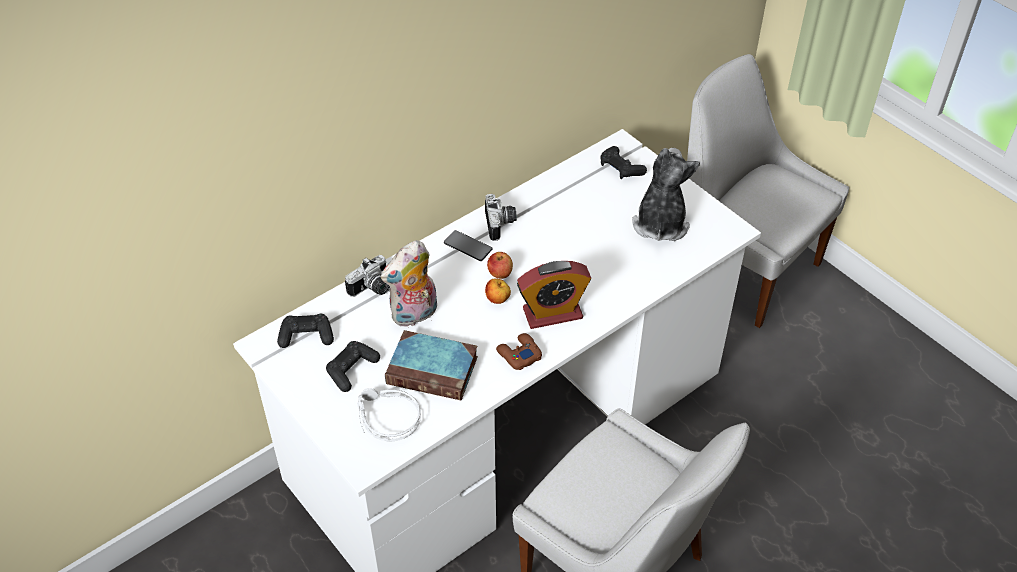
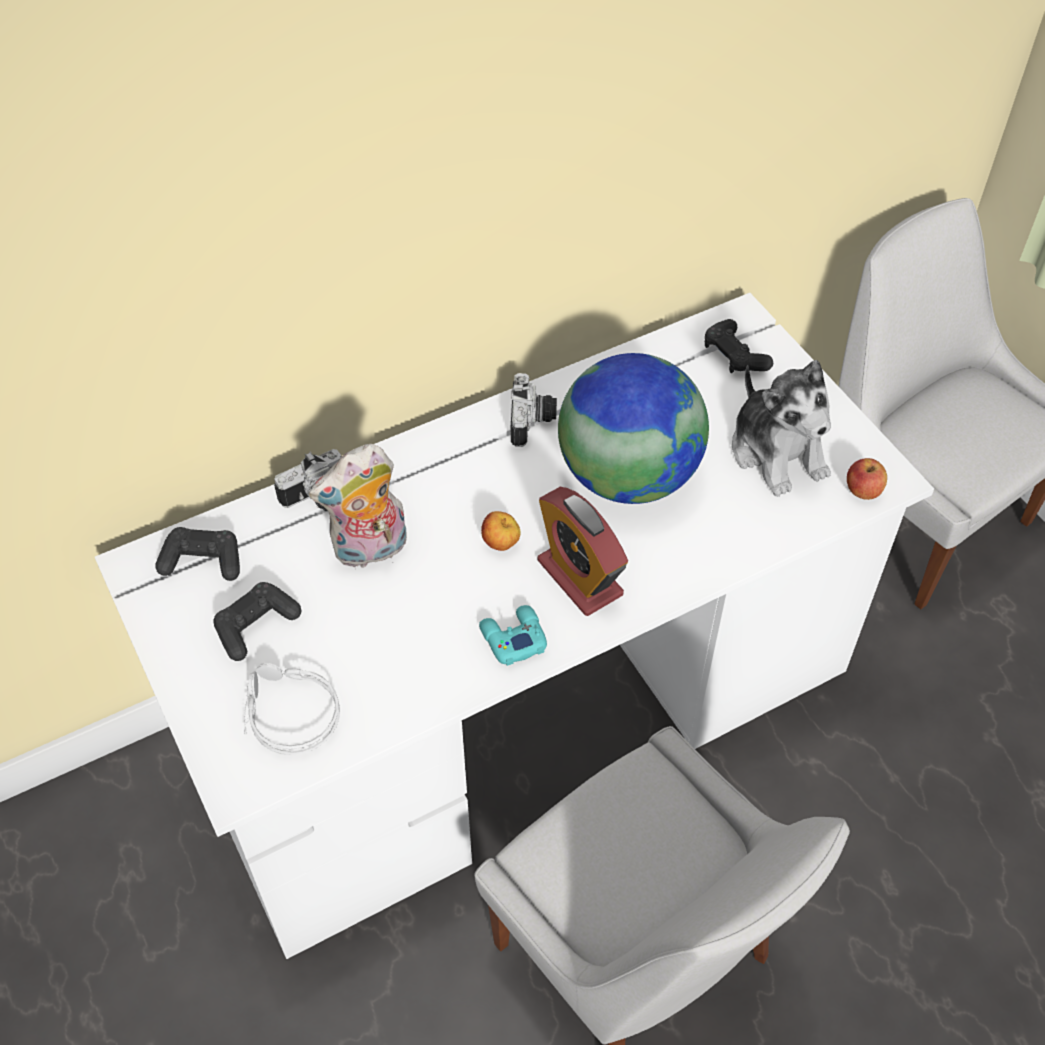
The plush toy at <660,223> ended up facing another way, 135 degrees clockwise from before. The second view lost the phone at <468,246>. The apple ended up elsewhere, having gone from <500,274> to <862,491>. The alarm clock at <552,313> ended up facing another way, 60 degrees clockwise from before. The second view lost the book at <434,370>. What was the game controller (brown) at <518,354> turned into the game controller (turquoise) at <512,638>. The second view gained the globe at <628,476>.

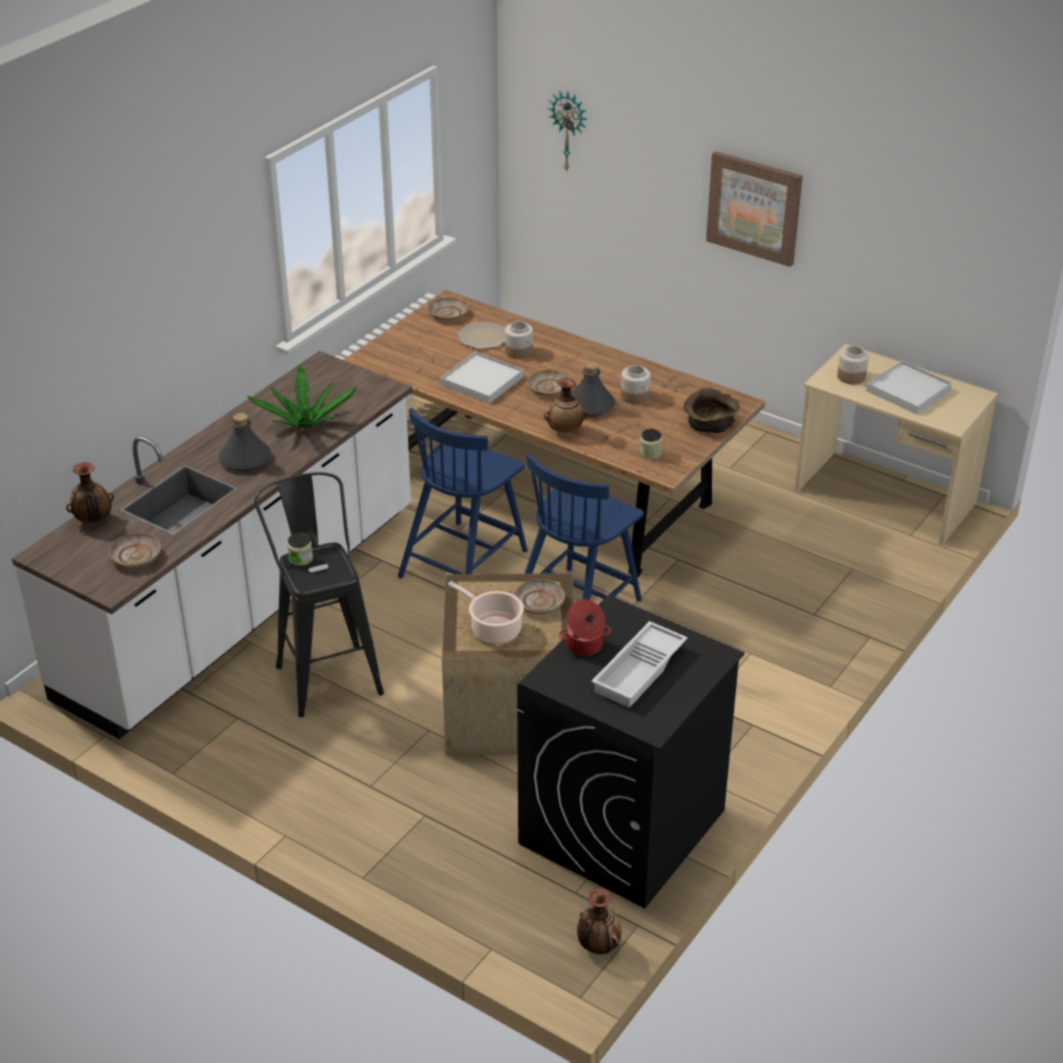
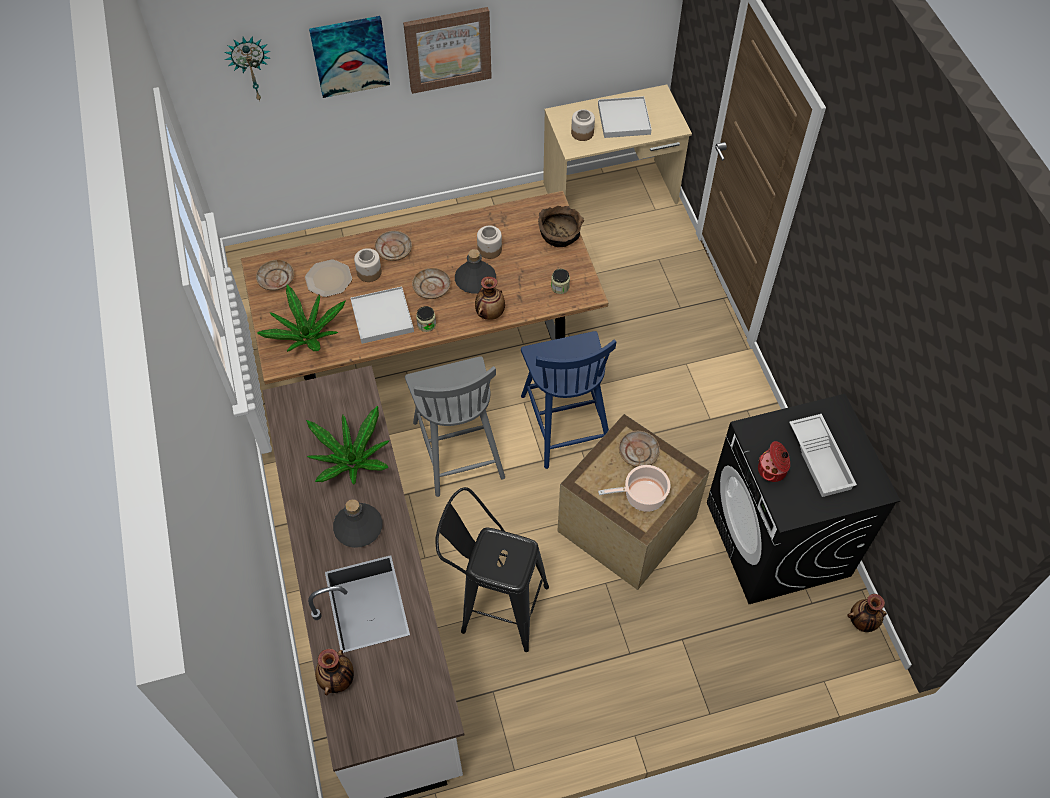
What was the chair (blue) at <464,562> turned into the chair (grey) at <458,447>. The plate (beige) ended up elsewhere, having gone from <136,557> to <394,249>. The jar ended up elsewhere, having gone from <301,559> to <426,324>. The second view gained the picture at <350,55>. The second view gained the potted plant at <307,336>.

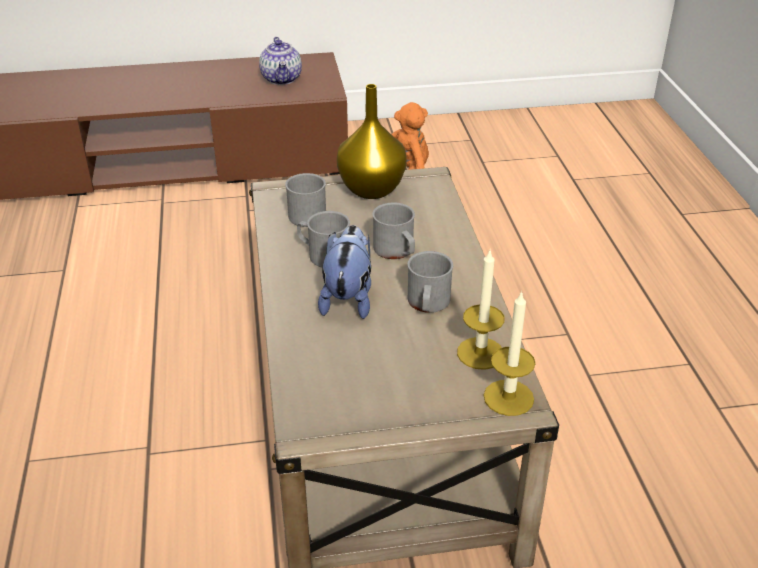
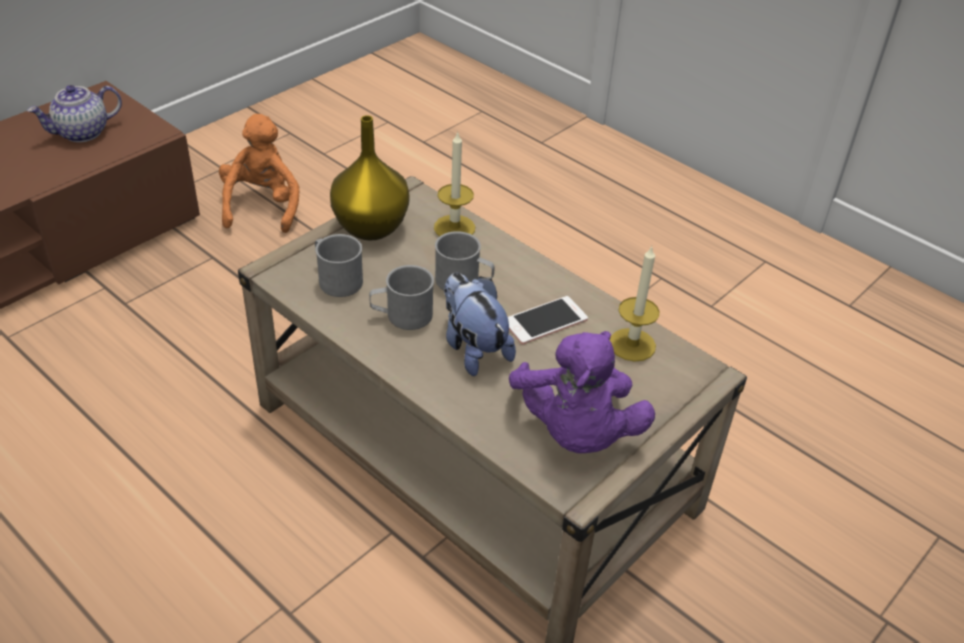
The teapot at <282,79> ended up facing another way, 105 degrees clockwise from before. Where the mug (grey) stood at <428,304>, the phone came to stand at <545,321>. The candle ended up elsewhere, having gone from <508,397> to <454,228>. The second view gained the plush toy (purple) at <575,432>.

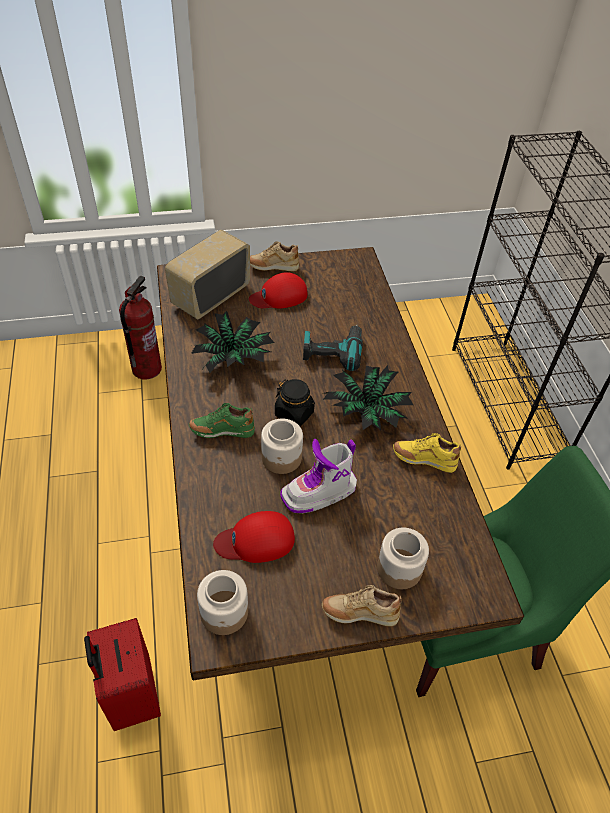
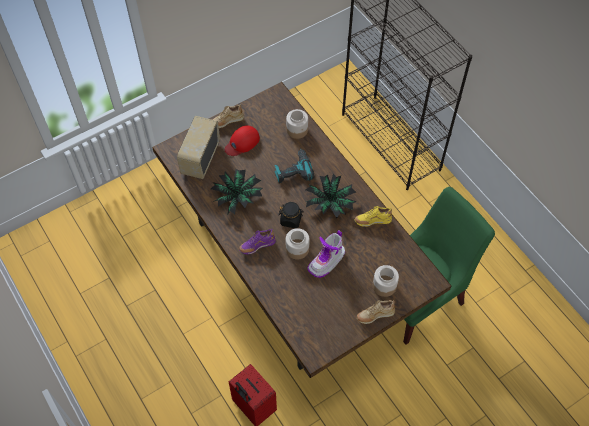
The second view lost the fire extinguisher at <146,369>. What was the shoe (green) at <222,431> turned into the shoe (purple) at <257,246>. The second view lost the cap (red) at <256,540>. The jar ended up elsewhere, having gone from <224,613> to <297,130>.

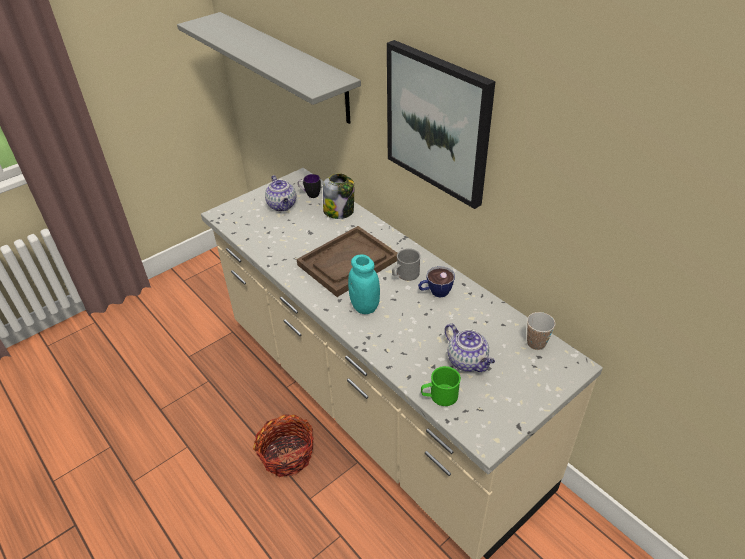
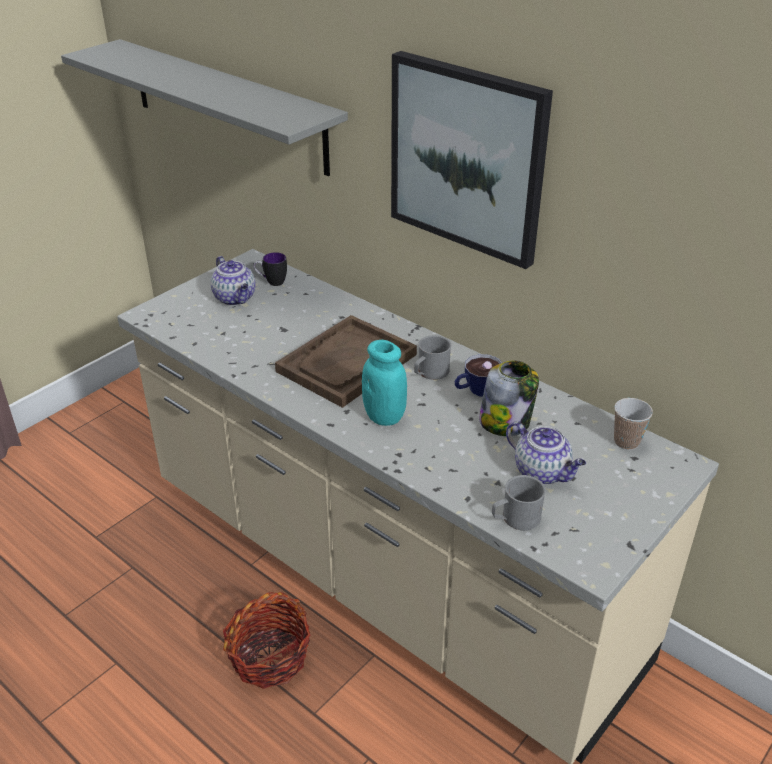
The jar ended up elsewhere, having gone from <339,211> to <505,422>. What was the mug (green) at <439,396> turned into the mug (grey) at <515,518>.

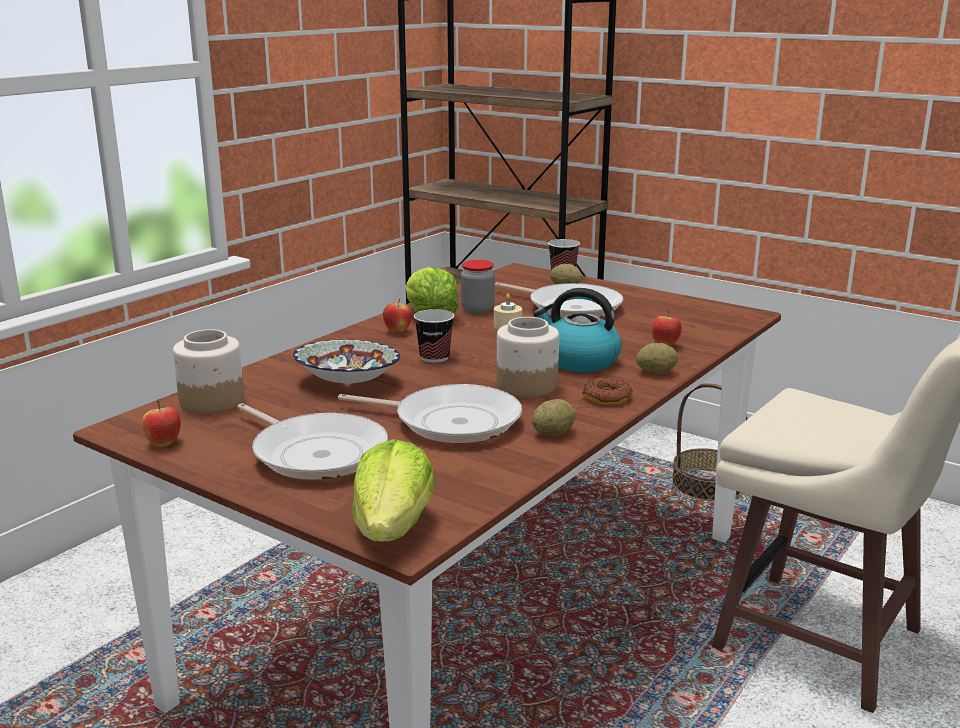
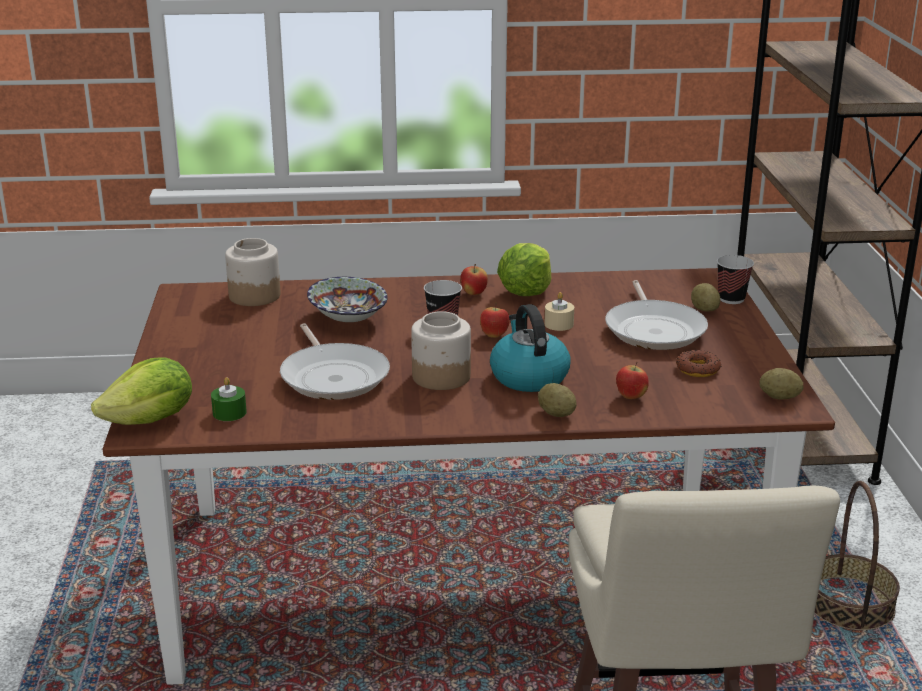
The second view lost the jar at <477,310>. The donut ended up elsewhere, having gone from <607,397> to <697,369>. The potato ended up elsewhere, having gone from <553,433> to <779,397>. The apple ended up elsewhere, having gone from <164,444> to <494,335>. The second view lost the frying pan at <316,453>. The second view gained the candle (green) at <229,413>.

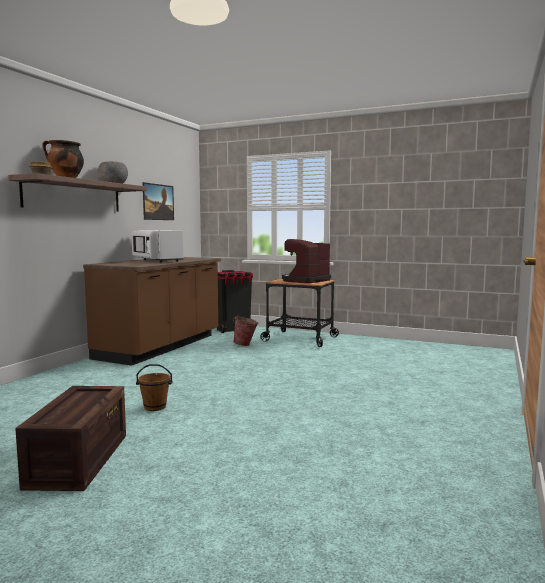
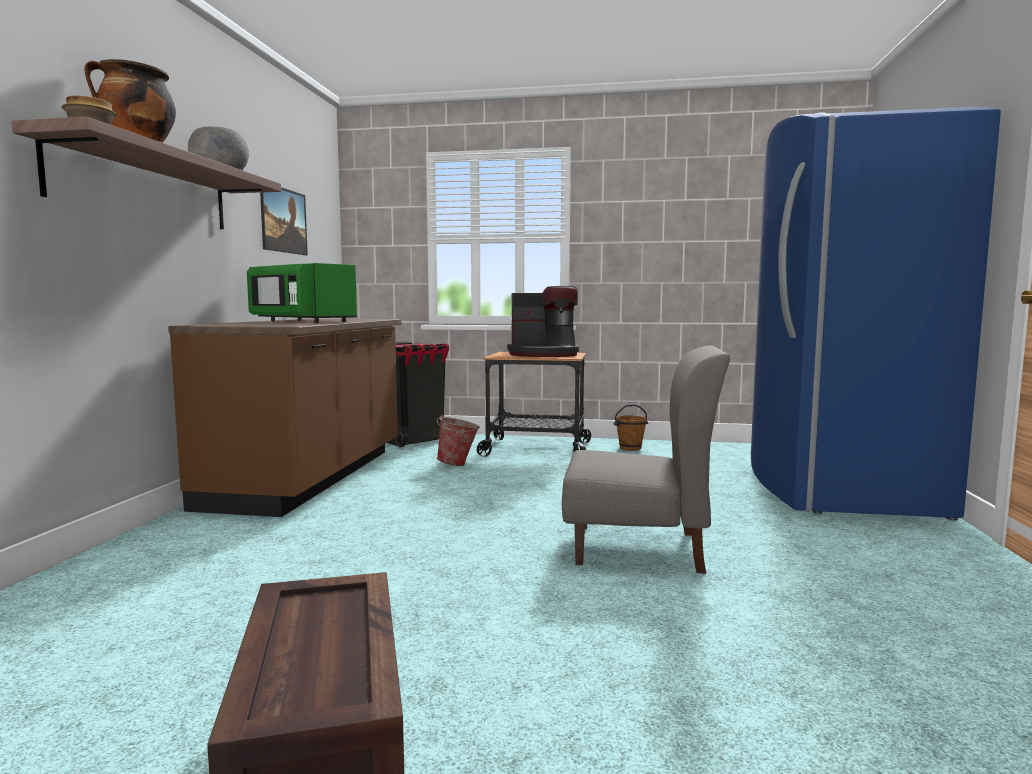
What was the microwave (white) at <157,260> turned into the microwave (green) at <301,321>. The coffee machine at <305,281> ended up facing another way, 120 degrees counterclockwise from before. The bucket (brown) ended up elsewhere, having gone from <155,407> to <630,448>. The second view gained the fridge (blue) at <836,487>. The second view gained the chair (grey) at <638,548>.

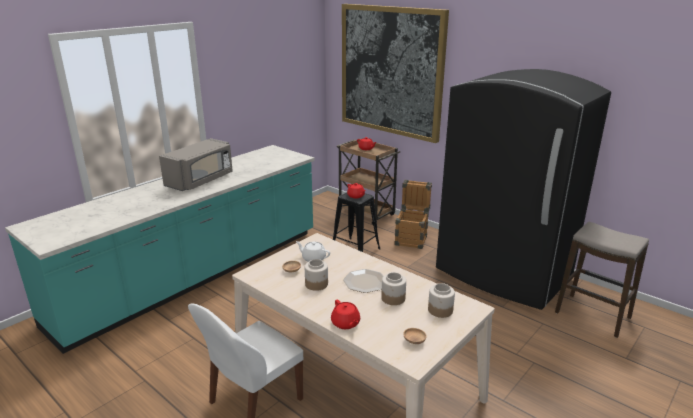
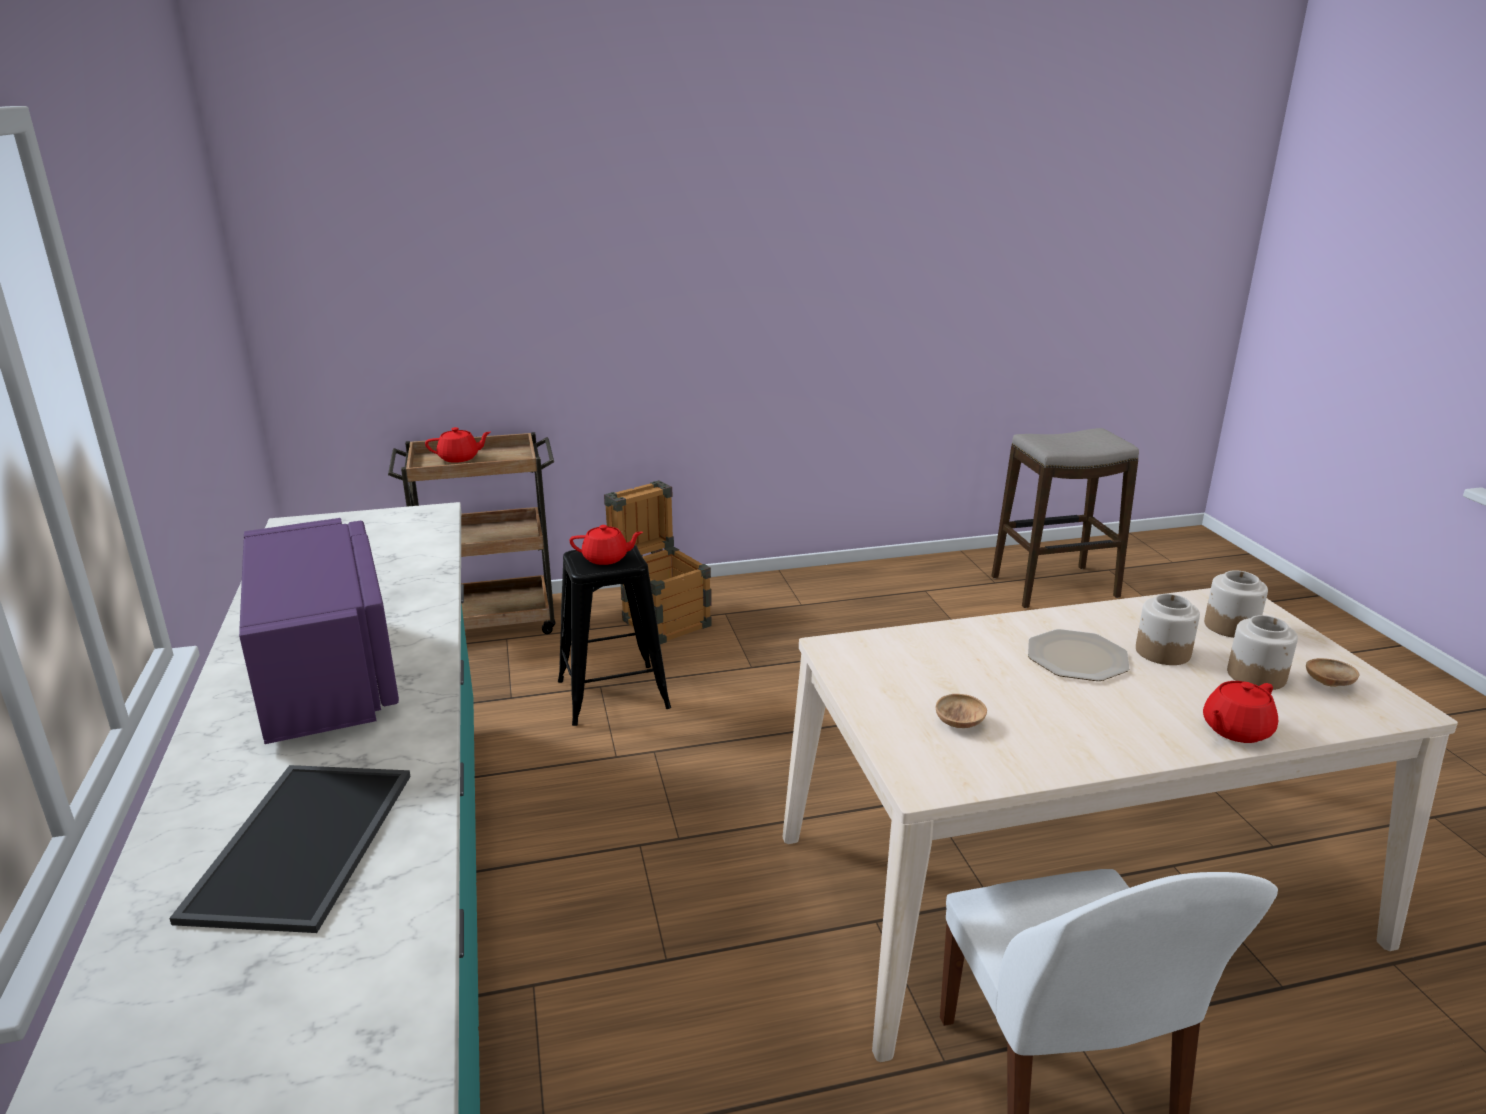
The second view lost the picture at <391,71>. The second view lost the fridge (black) at <502,274>. What was the microwave (grey) at <201,180> turned into the microwave (purple) at <327,675>. The second view lost the teapot (white) at <313,258>. The jar ended up elsewhere, having gone from <317,284> to <1256,675>. The teapot (red) at <345,323> ended up facing another way, 135 degrees clockwise from before. The second view gained the tray at <299,841>.

